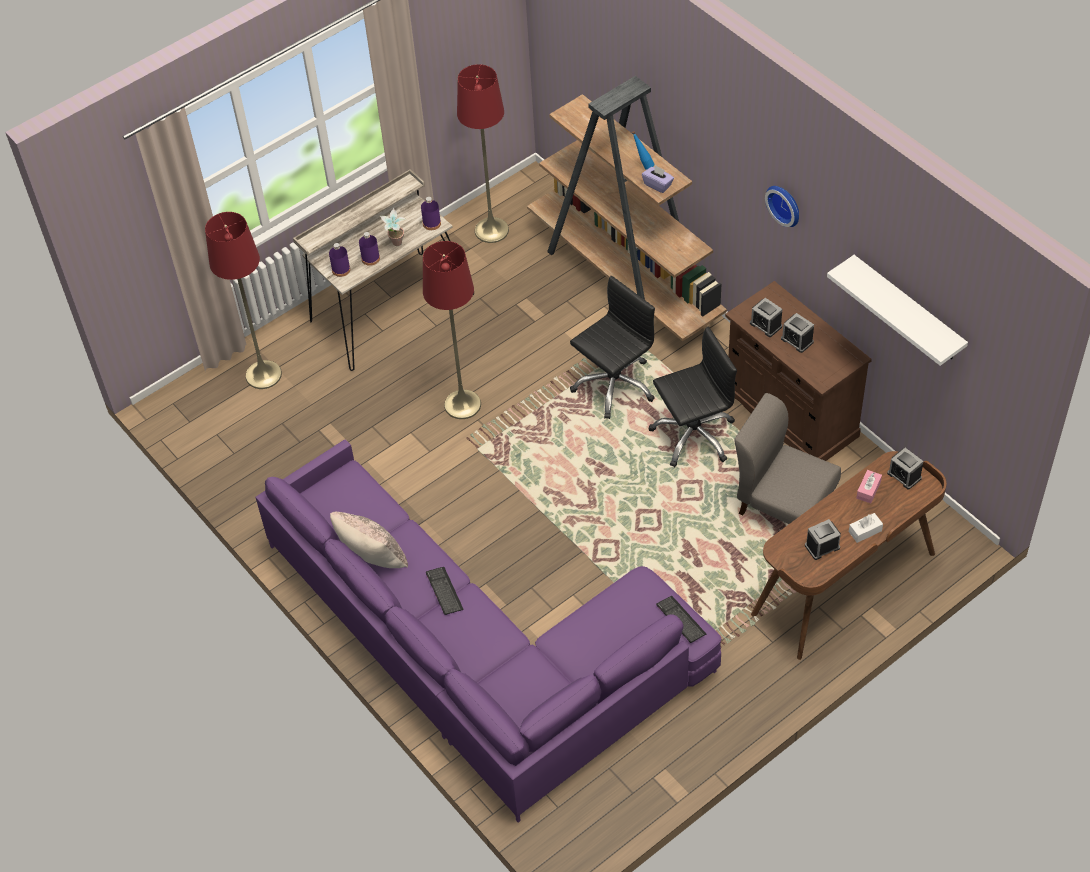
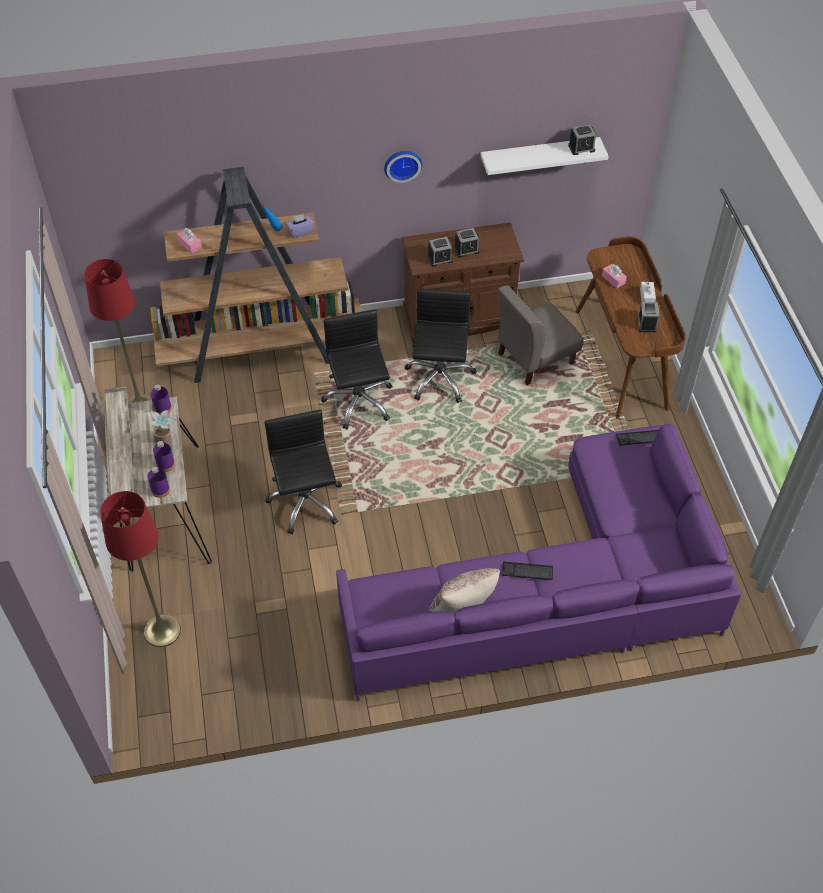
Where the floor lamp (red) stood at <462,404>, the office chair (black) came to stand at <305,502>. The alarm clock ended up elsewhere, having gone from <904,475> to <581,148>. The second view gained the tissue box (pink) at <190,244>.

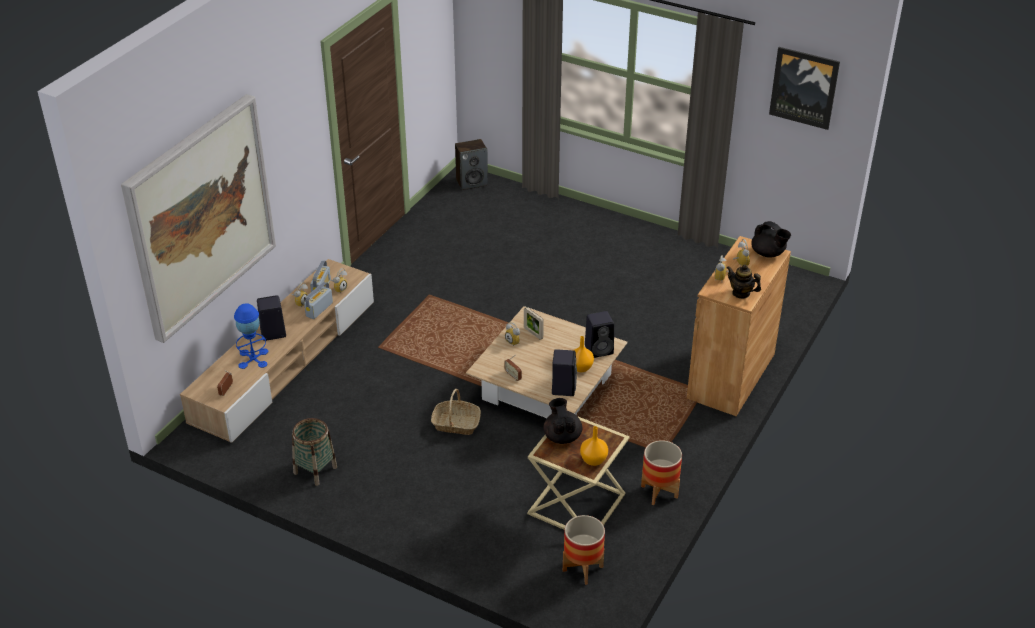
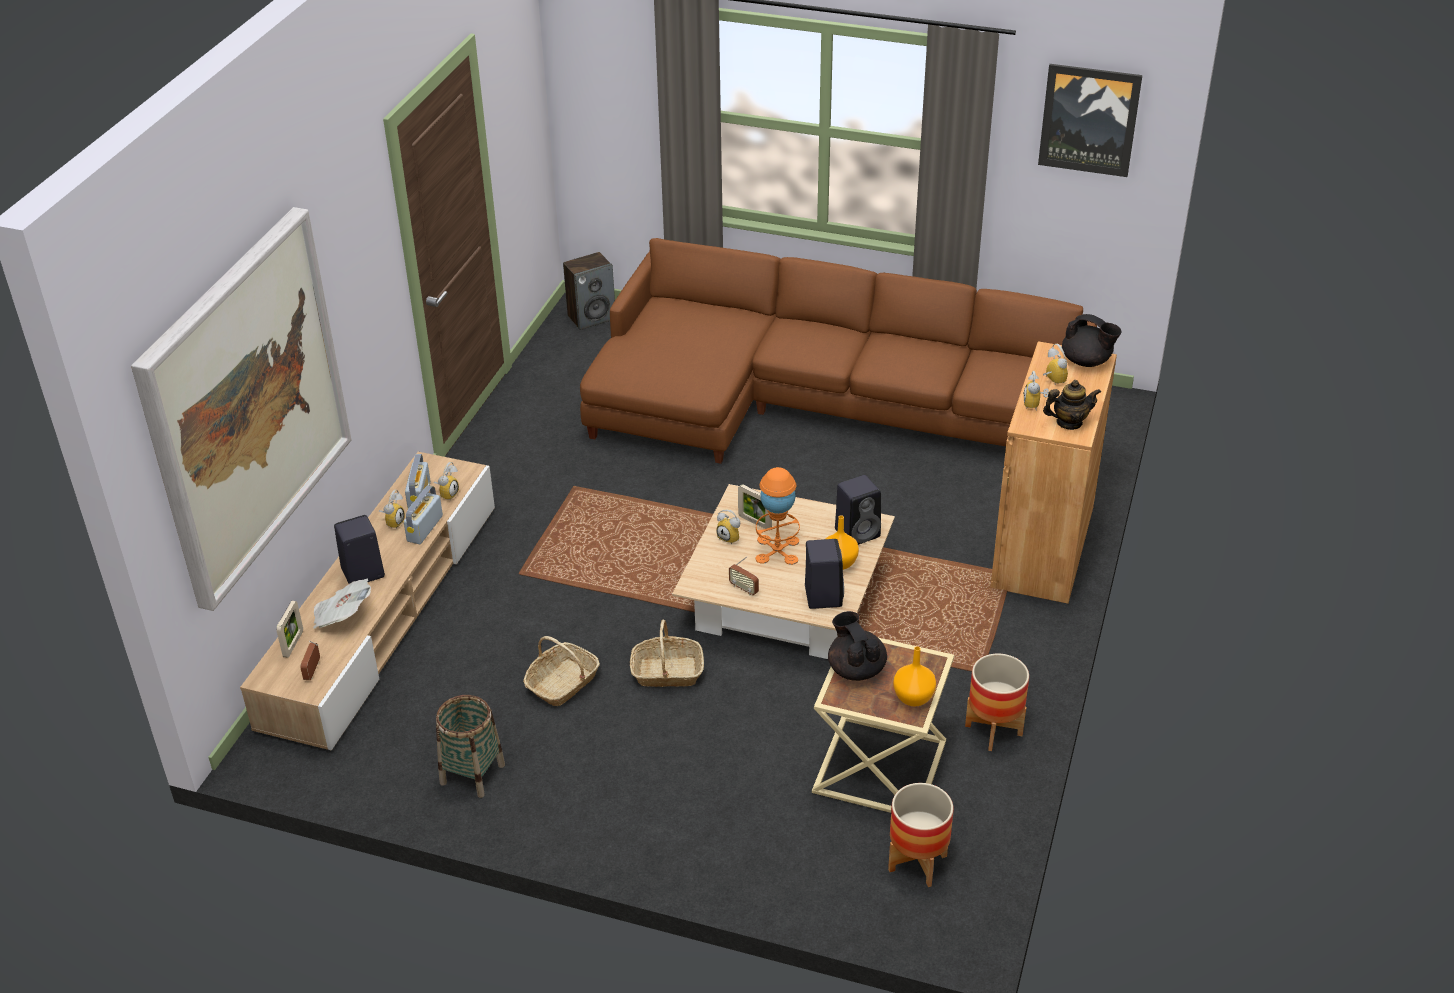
The teapot at <741,293> ended up facing another way, 150 degrees clockwise from before. Where the table lamp (blue) stood at <253,358>, the newspaper came to stand at <342,616>. The second view gained the sofa (brown) at <815,403>. The second view gained the table lamp (orange) at <777,550>. The second view gained the picture frame at <293,644>. The second view gained the basket at <562,683>.

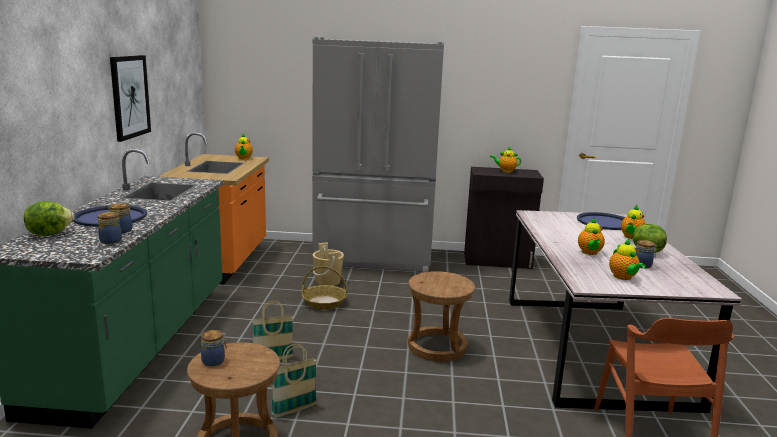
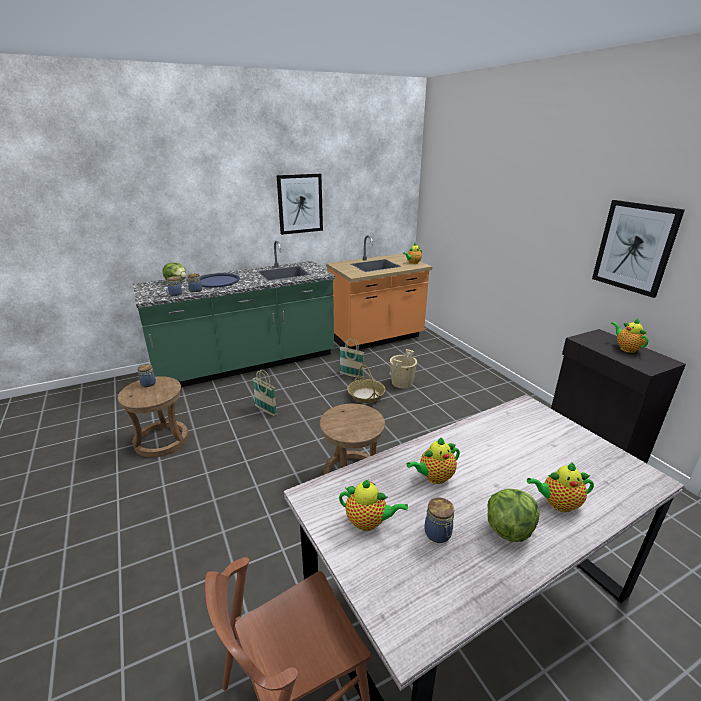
The second view lost the fridge (grey) at <374,258>. The second view lost the tray (blue) at <604,222>. The teapot at <623,277> ended up facing another way, 120 degrees counterclockwise from before. The basket ended up elsewhere, having gone from <294,410> to <351,375>. The second view gained the picture at <634,247>.

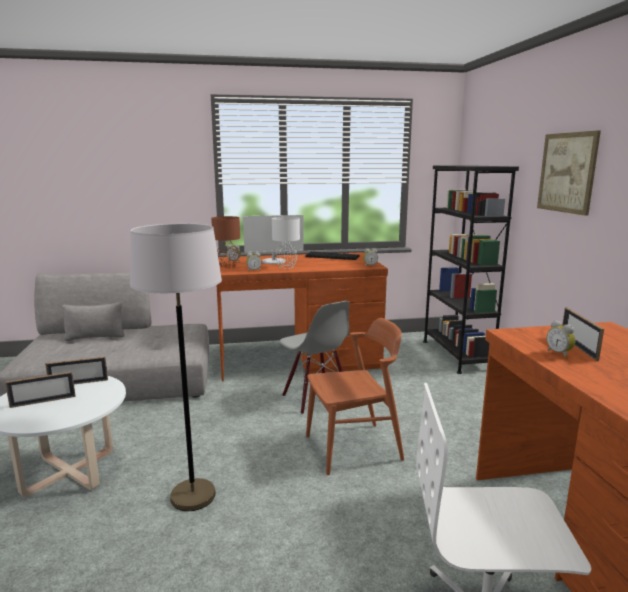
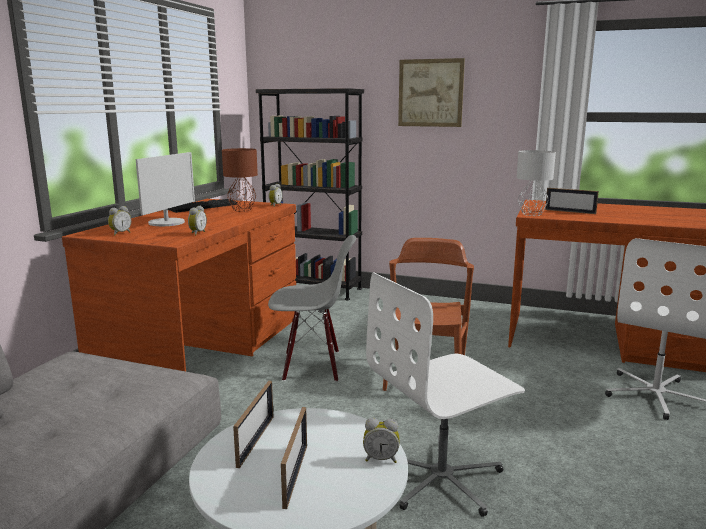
The table lamp (brown) ended up elsewhere, having gone from <228,266> to <242,209>. The table lamp (grey) ended up elsewhere, having gone from <286,267> to <532,214>. Where the floor lamp (grey) stood at <193,496>, the office chair (white) came to stand at <442,479>. The alarm clock ended up elsewhere, having gone from <559,353> to <381,458>.

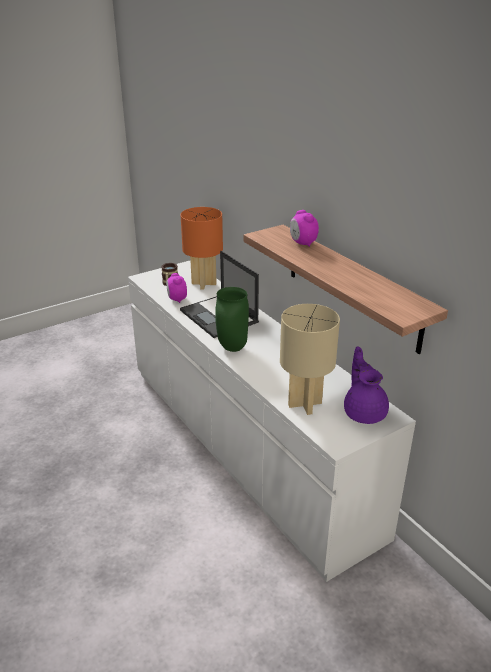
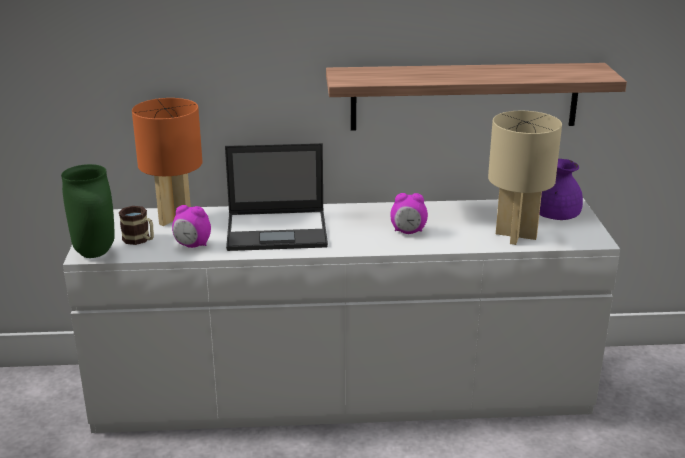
The alarm clock ended up elsewhere, having gone from <302,243> to <408,232>. The vase (green) ended up elsewhere, having gone from <233,348> to <96,253>.

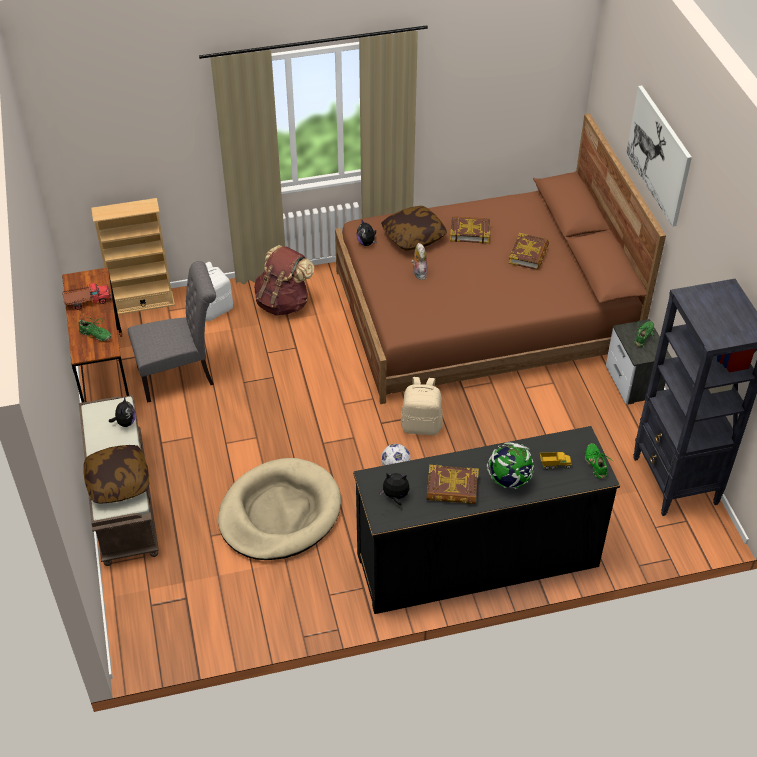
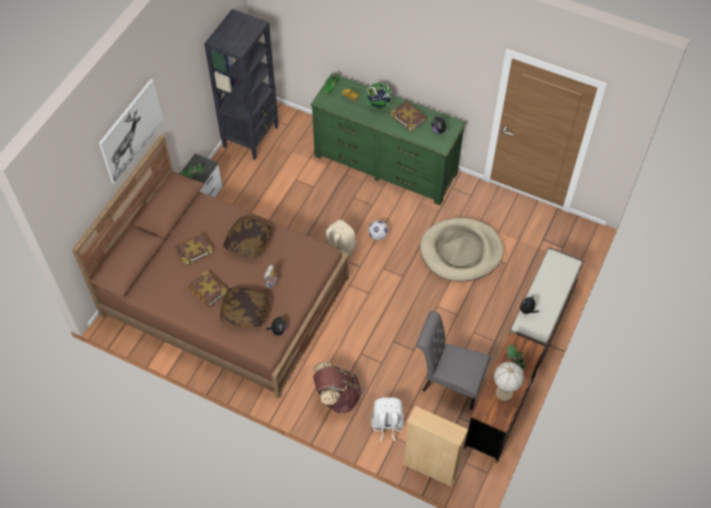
Where the toy truck stood at <87,301>, the table lamp came to stand at <504,393>. What was the dresser (black) at <477,560> turned into the dresser (green) at <385,165>. The pillow ended up elsewhere, having gone from <118,482> to <248,242>.

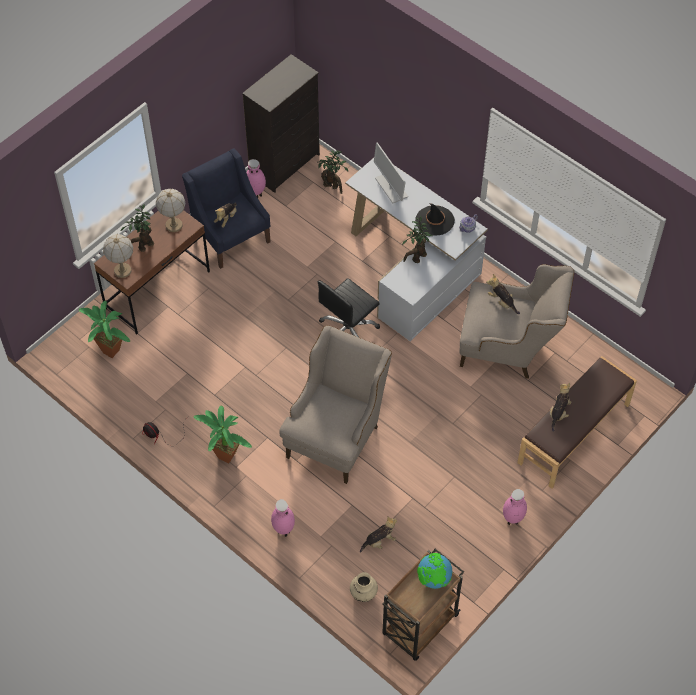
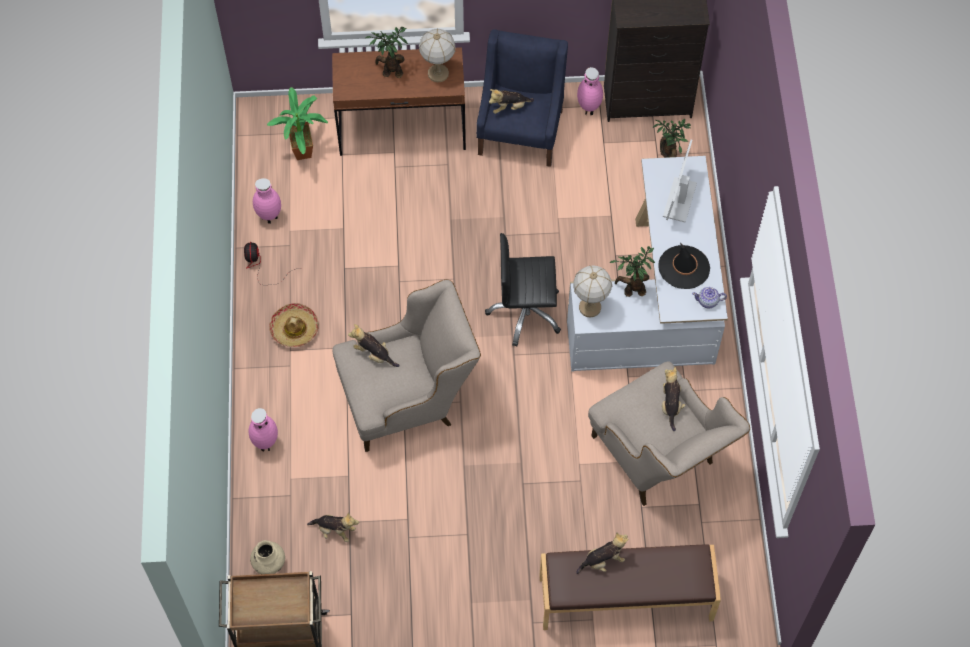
The table lamp ended up elsewhere, having gone from <123,270> to <590,307>. Where the potted plant stood at <224,453>, the hat came to stand at <294,329>. The vase (pink) ended up elsewhere, having gone from <513,520> to <269,218>. The second view lost the globe at <433,579>. The second view gained the plush toy at <374,354>.

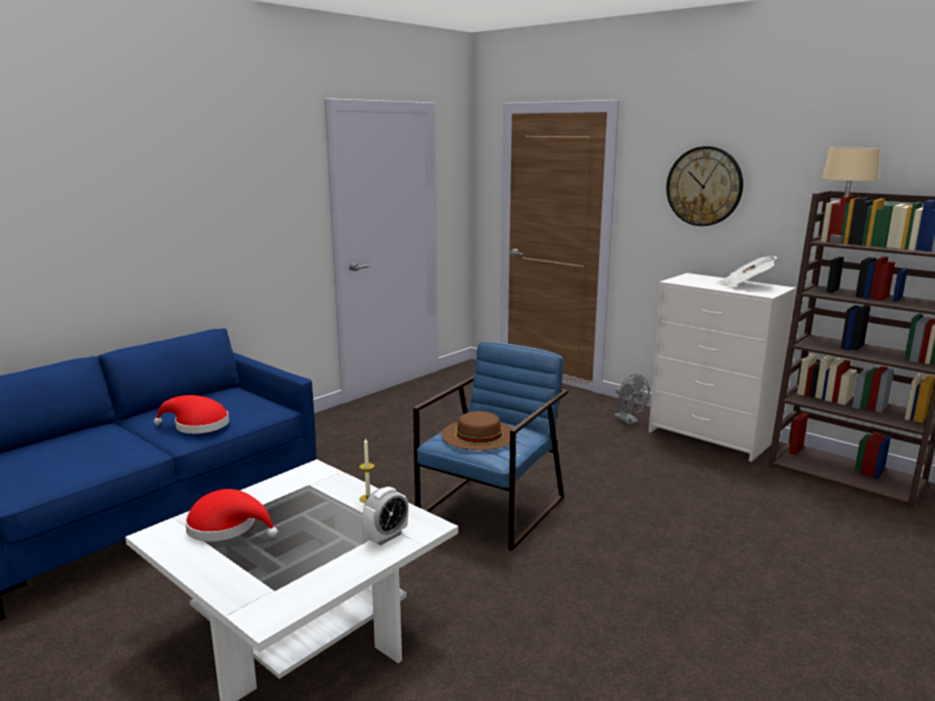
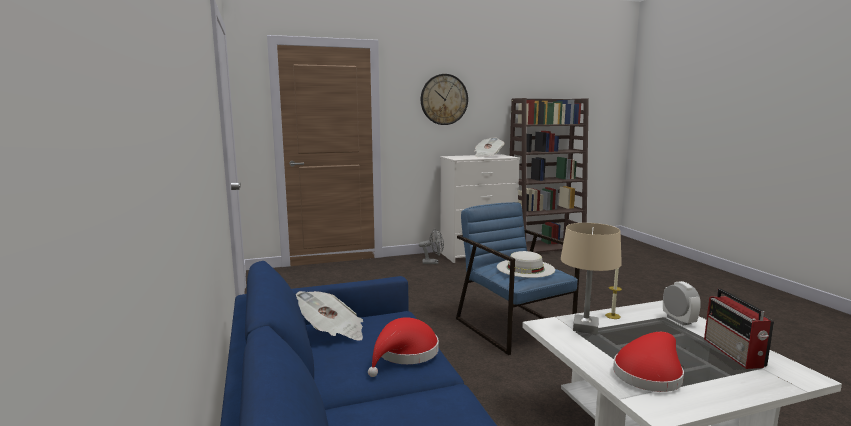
The table lamp (beige) ended up elsewhere, having gone from <840,241> to <585,327>. What was the hat (brown) at <478,434> turned into the hat (white) at <525,268>. The second view gained the radio at <734,353>. The second view gained the newspaper at <332,332>.

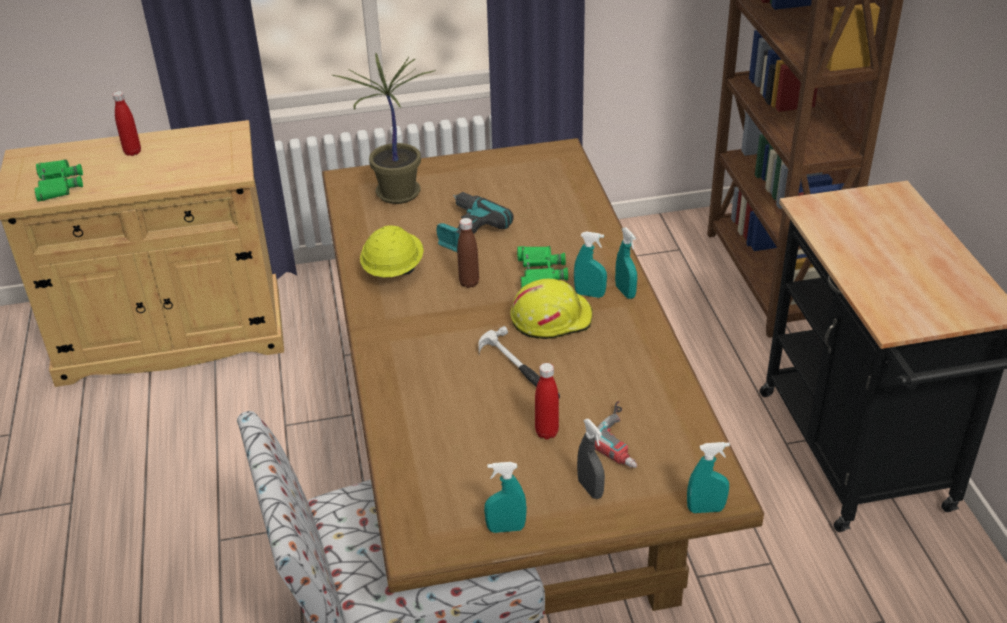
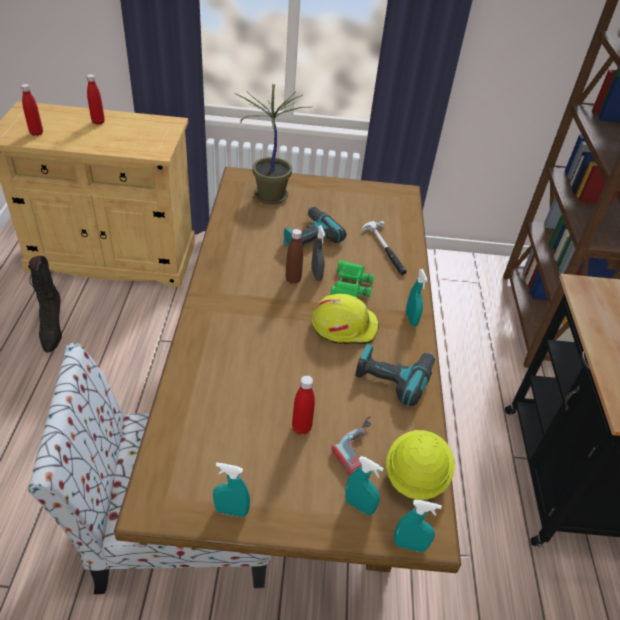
Where the binoculars (green) stood at <58,185>, the bottle (red) came to stand at <36,133>. The hard hat (yellow) ended up elsewhere, having gone from <393,270> to <415,475>. The spray bottle (turquoise) ended up elsewhere, having gone from <589,294> to <359,506>. The hammer ended up elsewhere, having gone from <519,369> to <385,250>. The spray bottle (grey) ended up elsewhere, having gone from <590,489> to <316,274>. The second view gained the boot (black) at <52,329>. The second view gained the power drill at <393,375>.

